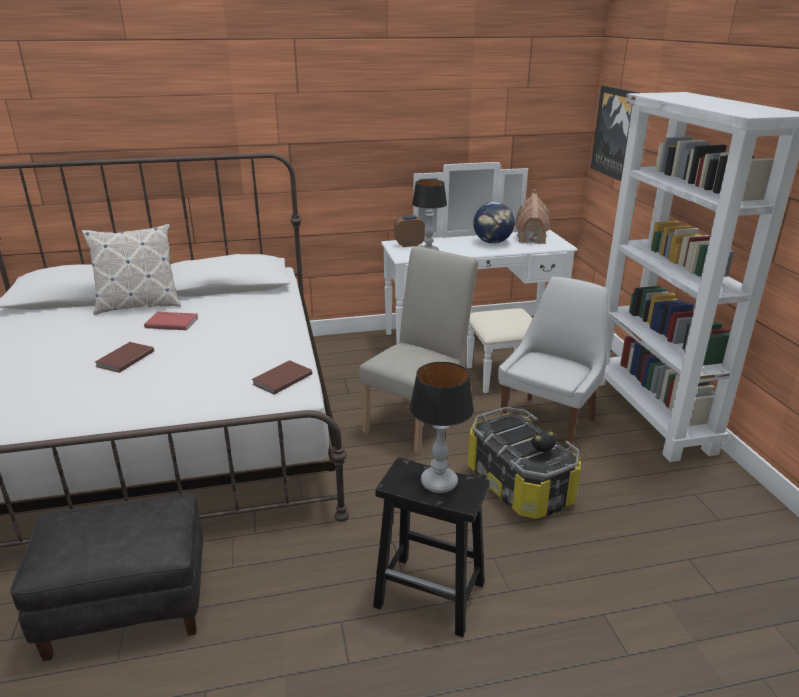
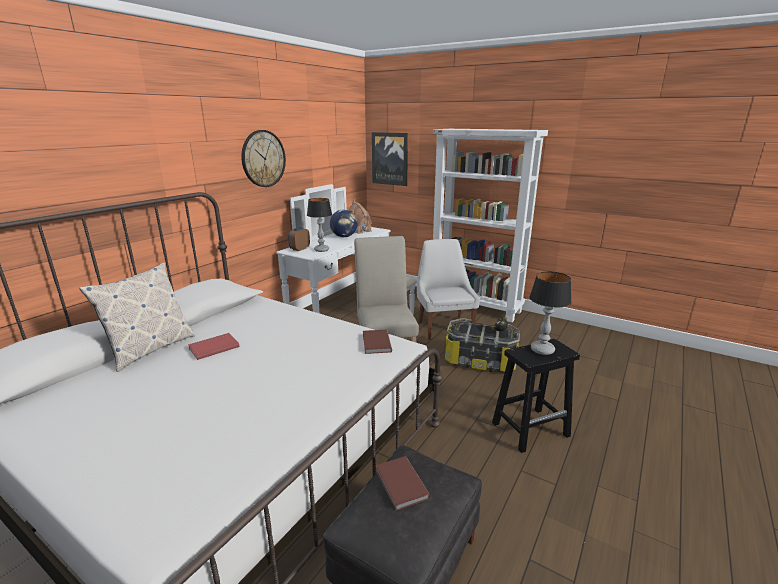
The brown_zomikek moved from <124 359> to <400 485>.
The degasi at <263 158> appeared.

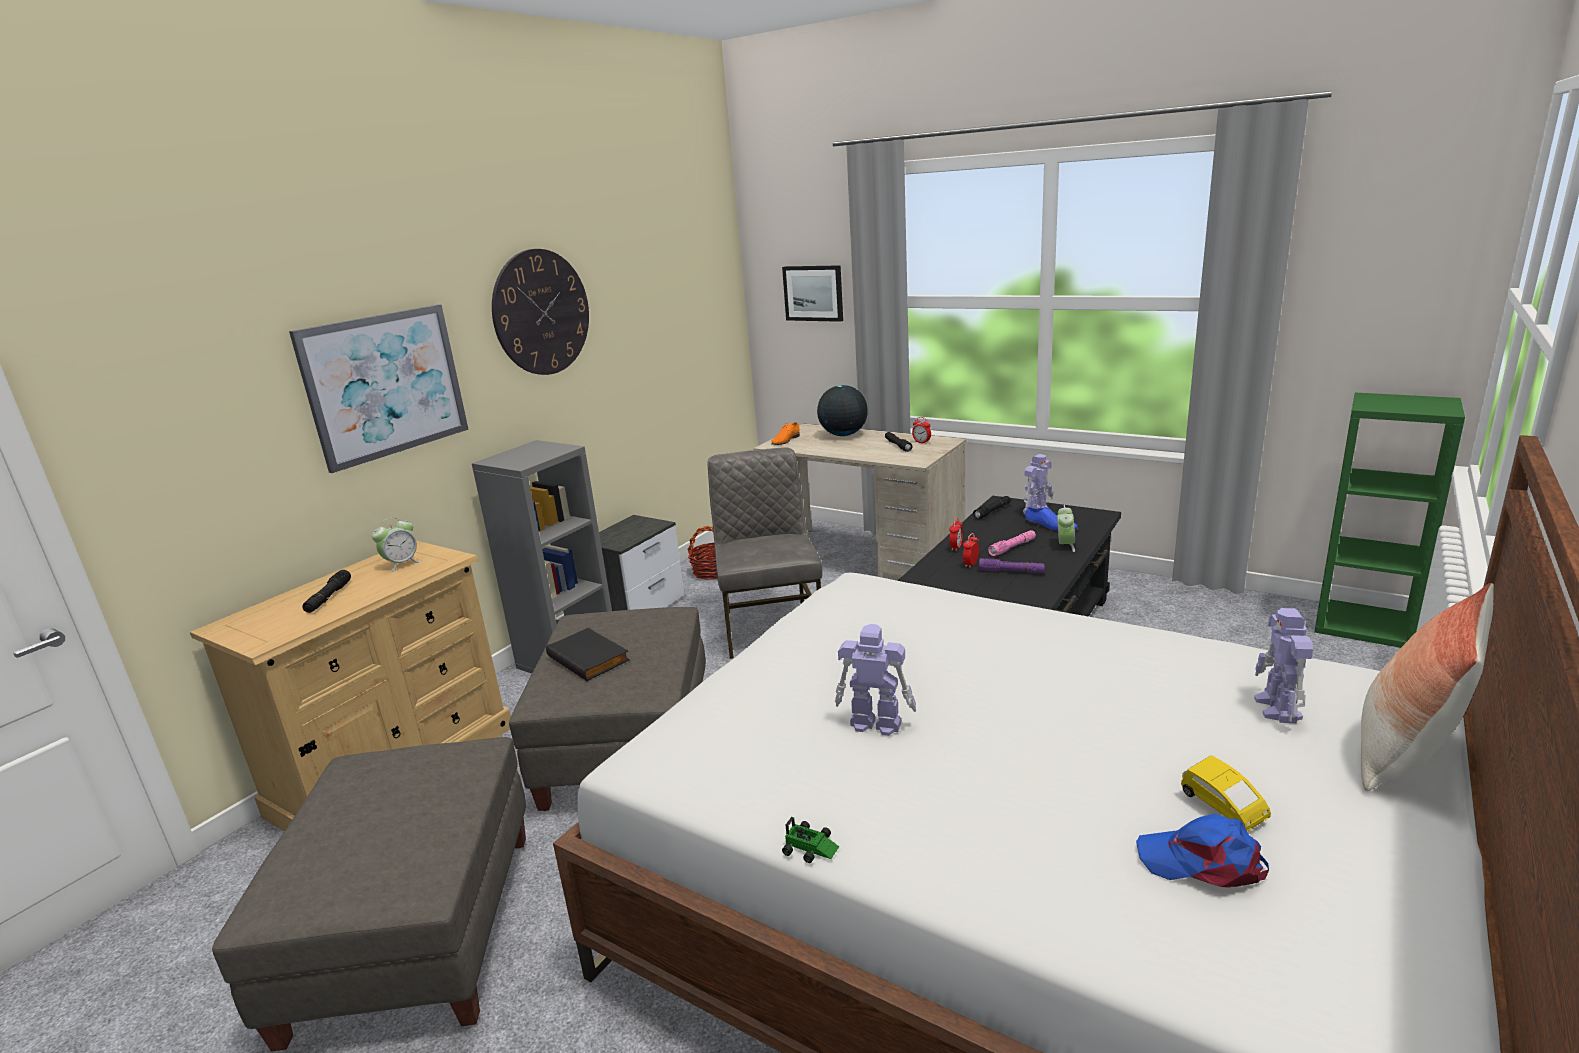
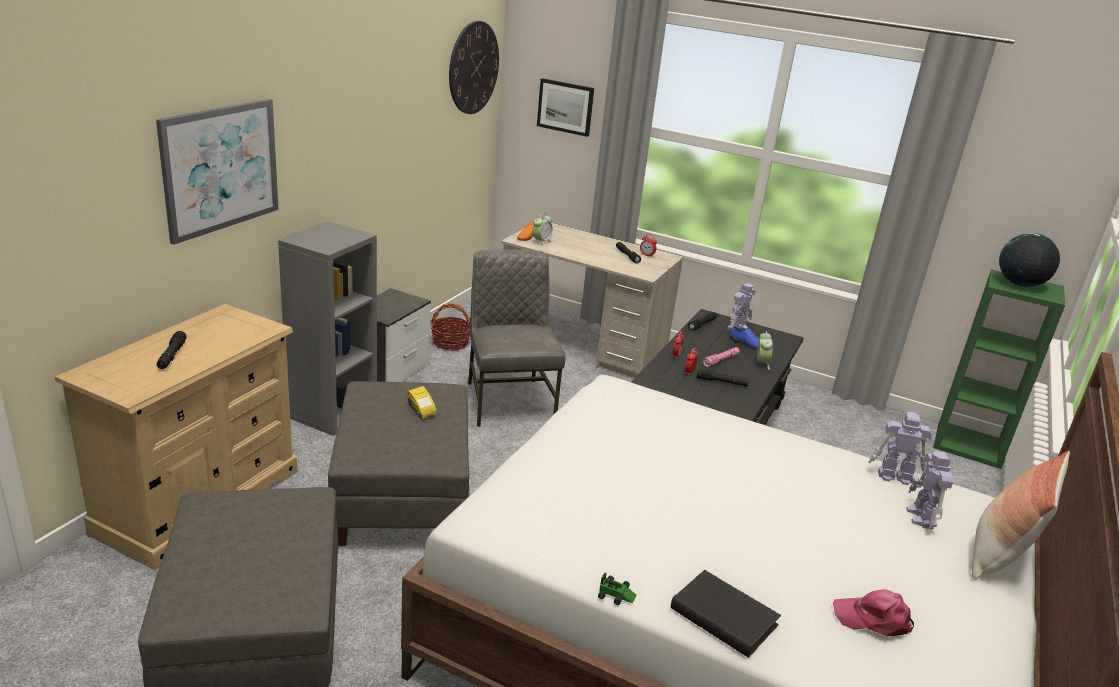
The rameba moved from <401 564> to <541 242>.
The degasi moved from <541 312> to <473 68>.
The black_zomikek moved from <590 658> to <725 616>.
The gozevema moved from <843 435> to <1020 284>.
The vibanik moved from <874 723> to <893 476>.
The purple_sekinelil at <1011 572> became the black_sekinelil at <721 382>.
The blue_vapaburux at <1203 862> became the pink_vapaburux at <873 619>.
The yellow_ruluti moved from <1221 808> to <421 410>.

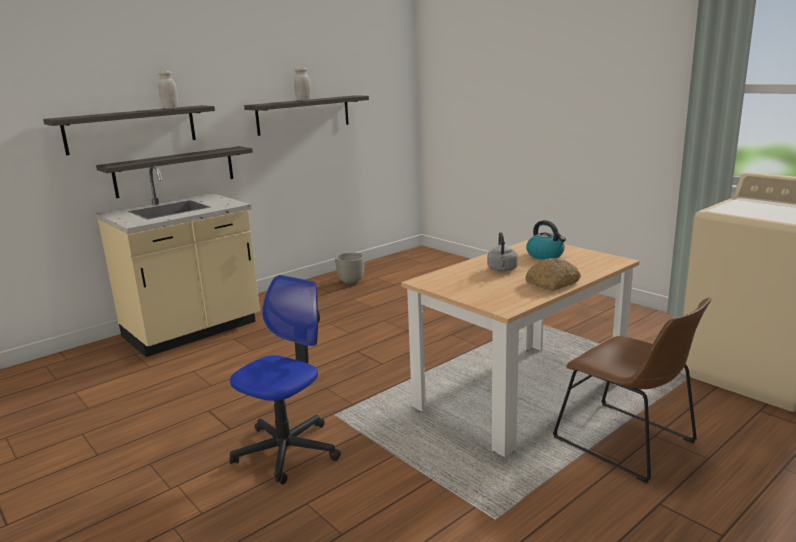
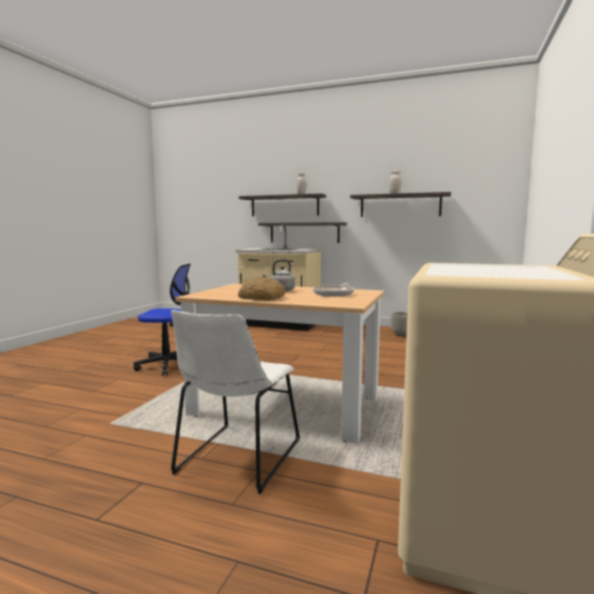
The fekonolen at <545 255> was replaced by the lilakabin at <334 294>.
The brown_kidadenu at <629 443> became the white_kidadenu at <236 459>.

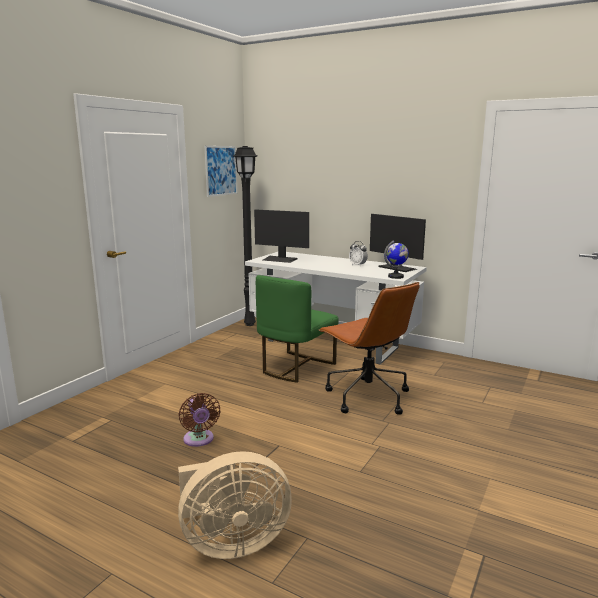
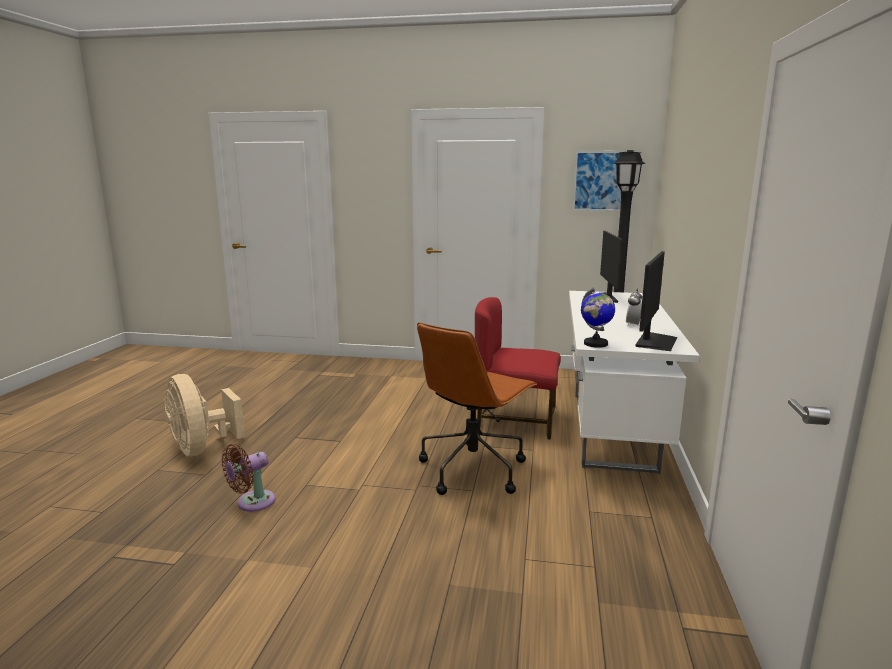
The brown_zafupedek moved from <199 440> to <252 503>.
The green_kidadenu at <295 367> became the red_kidadenu at <516 420>.

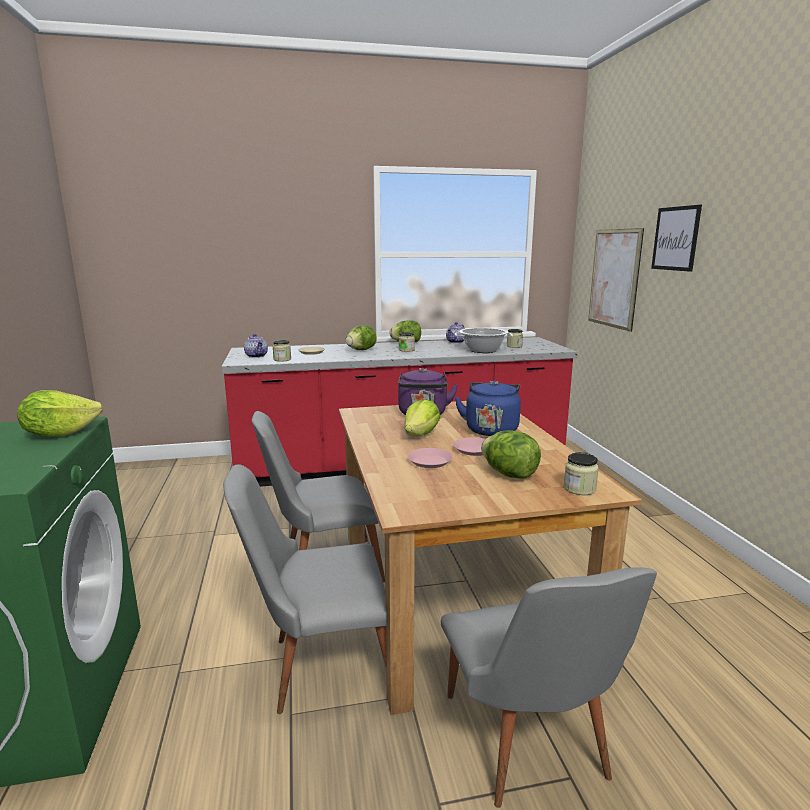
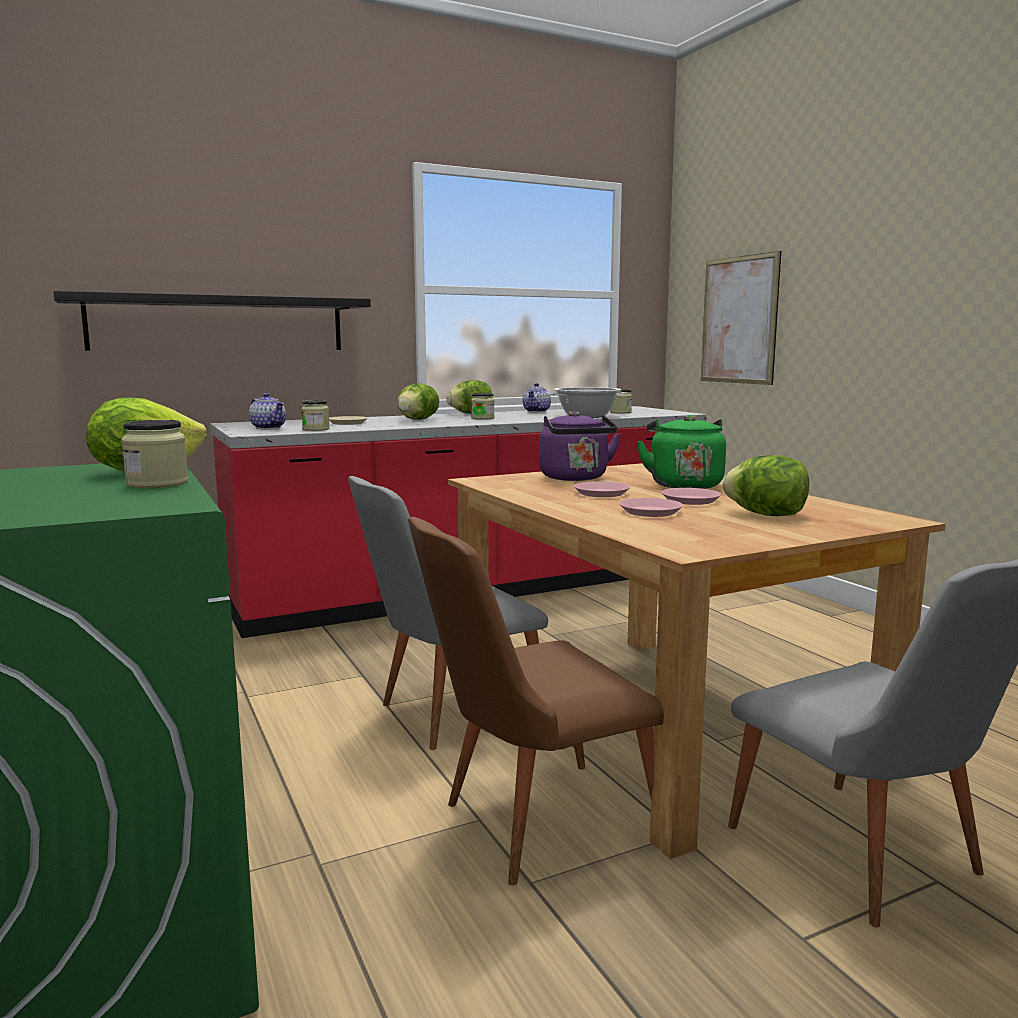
The grey_kidadenu at <319 666> became the brown_kidadenu at <530 823>.
The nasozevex at <421 435> was replaced by the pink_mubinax at <601 493>.
The blue_fekonolen at <491 429> became the green_fekonolen at <683 485>.
The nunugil moved from <579 489> to <157 483>.
The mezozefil at <675 238> disappeared.
The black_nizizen at <219 324> appeared.

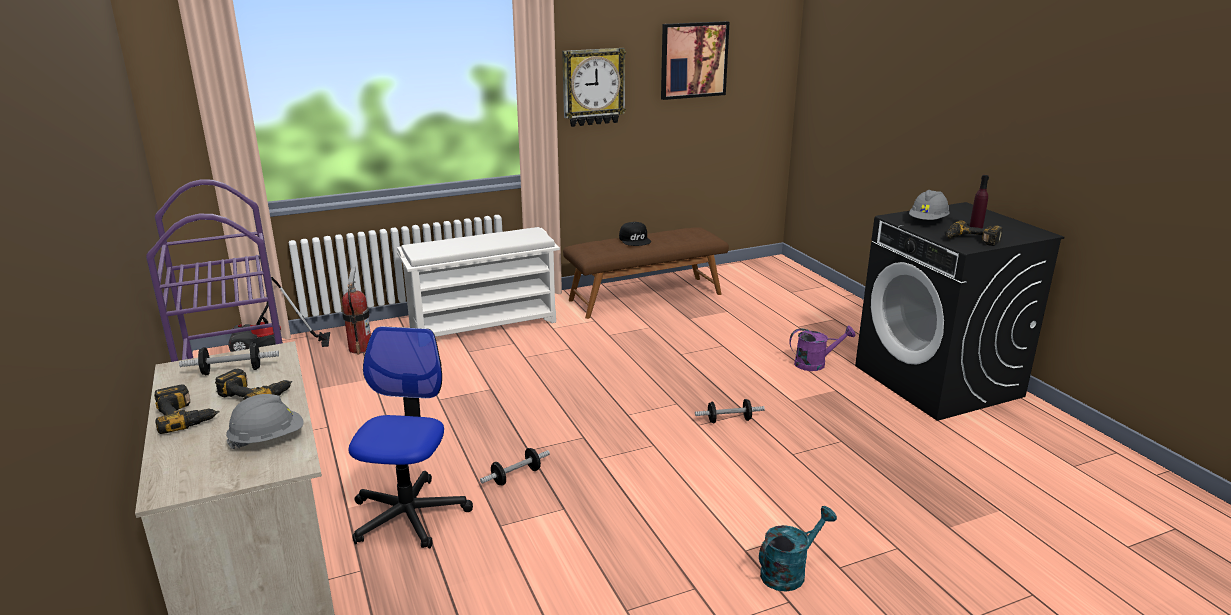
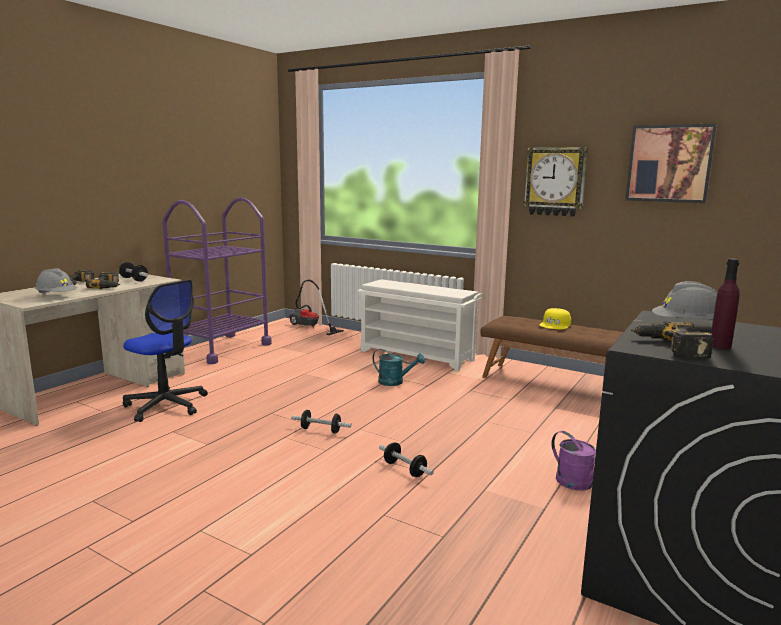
The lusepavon at <360 348> disappeared.
The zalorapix at <409 515> turned 60 degrees clockwise.
The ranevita moved from <516 476> to <321 430>.
The black_vapaburux at <635 240> became the yellow_vapaburux at <555 325>.
The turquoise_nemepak moved from <789 572> to <395 382>.

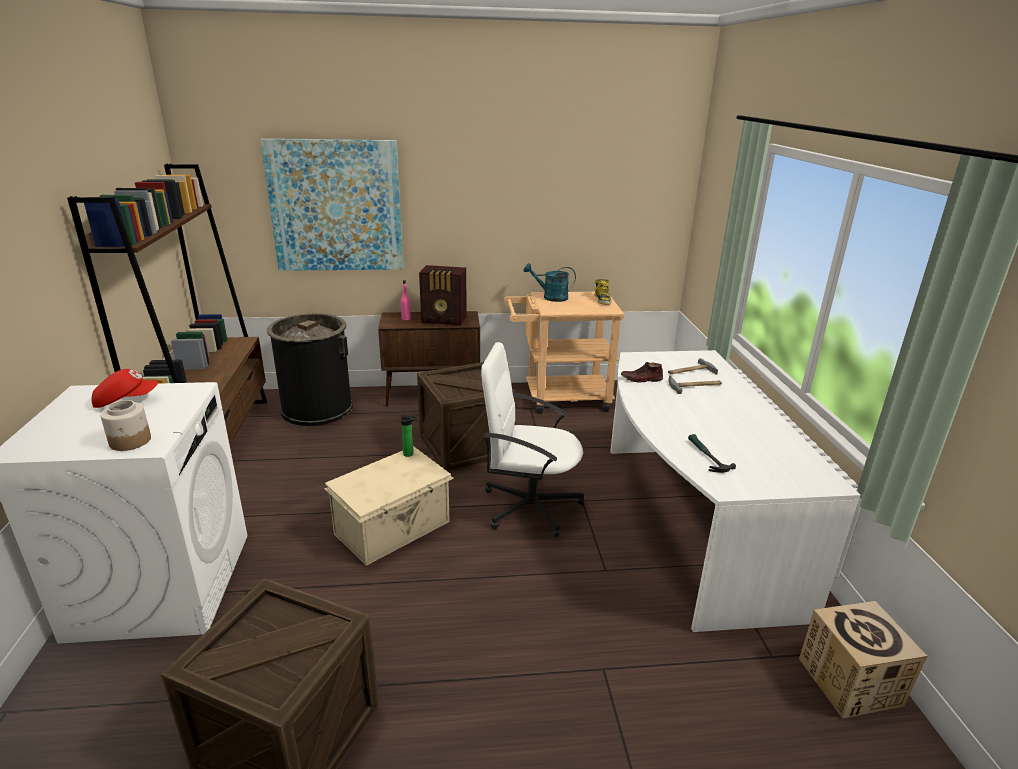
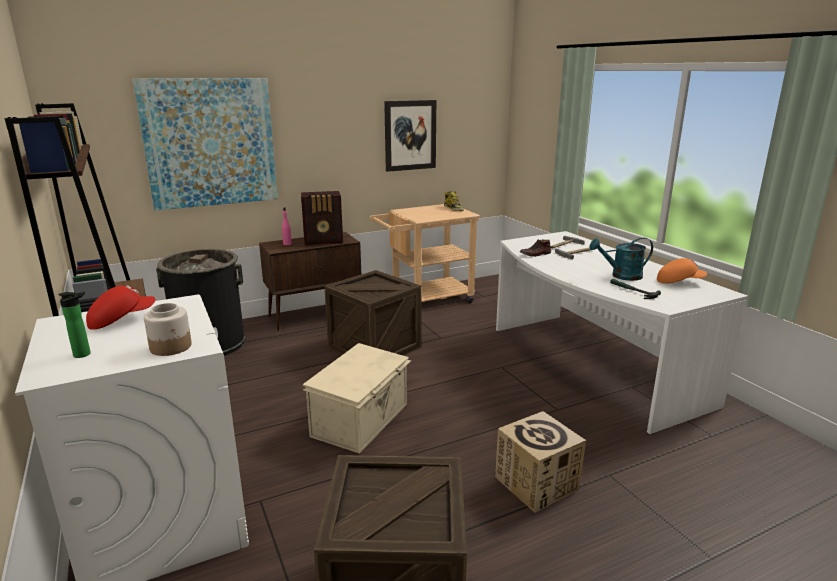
The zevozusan moved from <410 454> to <85 354>.
The white_zalorapix at <529 506> disappeared.
The turquoise_nemepak moved from <550 297> to <621 276>.
The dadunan moved from <850 682> to <536 484>.
The mezozefil at <410 135> appeared.
The orange_vapaburux at <679 282> appeared.

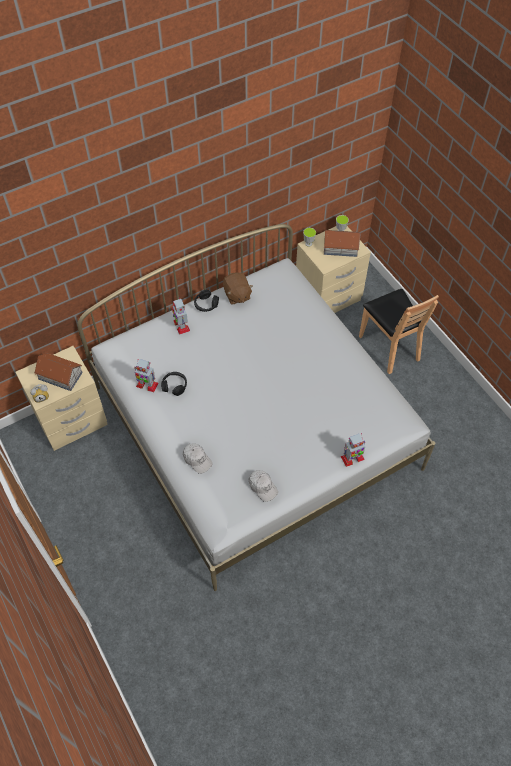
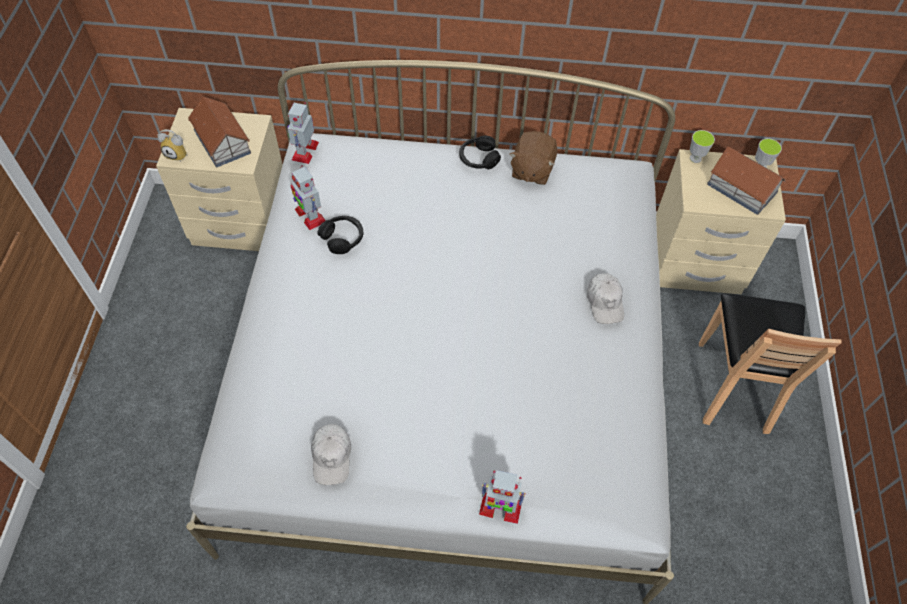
The vibanik moved from <181 325> to <305 151>.
The white_vapaburux moved from <197 459> to <605 302>.

